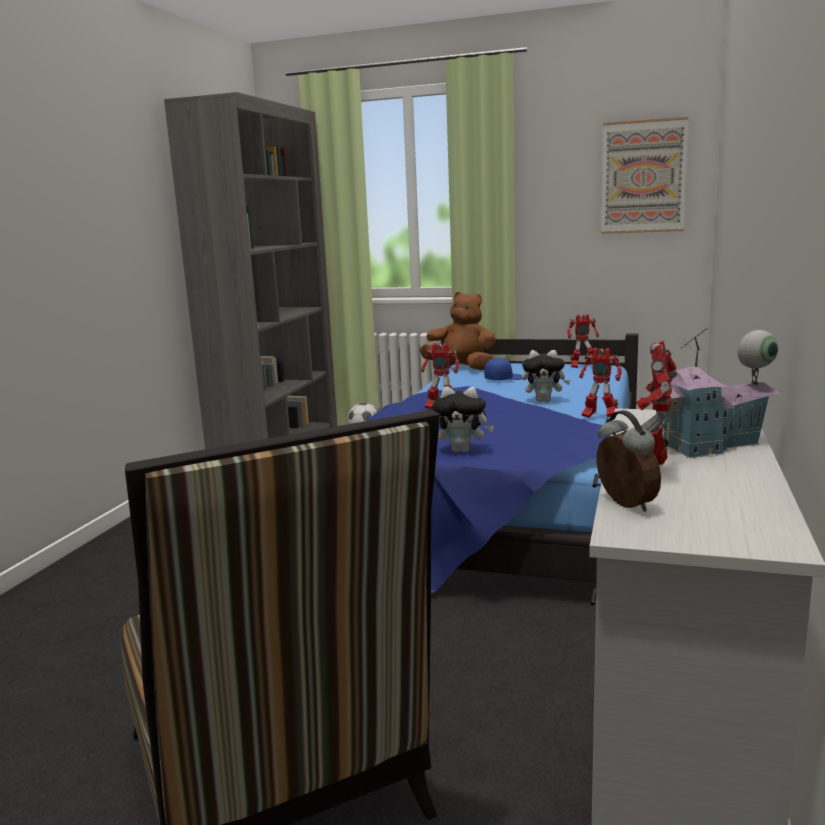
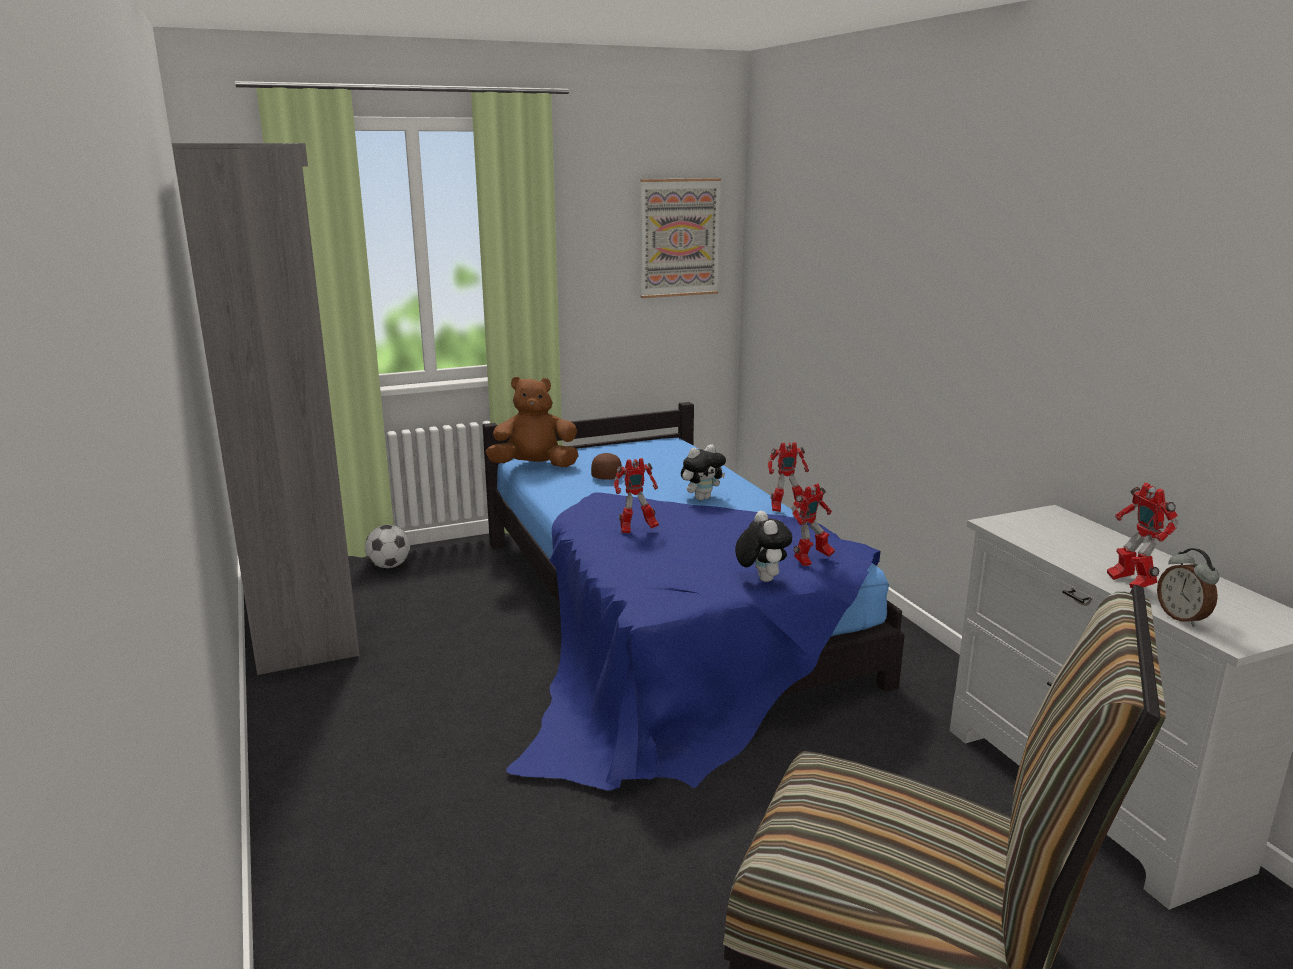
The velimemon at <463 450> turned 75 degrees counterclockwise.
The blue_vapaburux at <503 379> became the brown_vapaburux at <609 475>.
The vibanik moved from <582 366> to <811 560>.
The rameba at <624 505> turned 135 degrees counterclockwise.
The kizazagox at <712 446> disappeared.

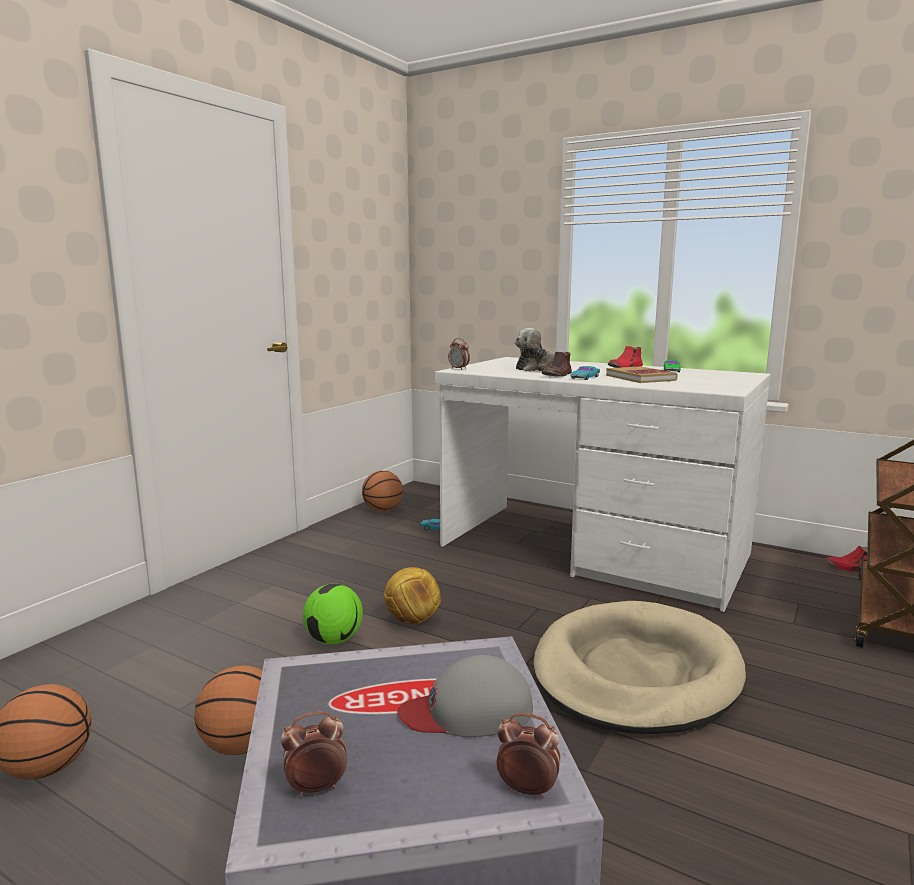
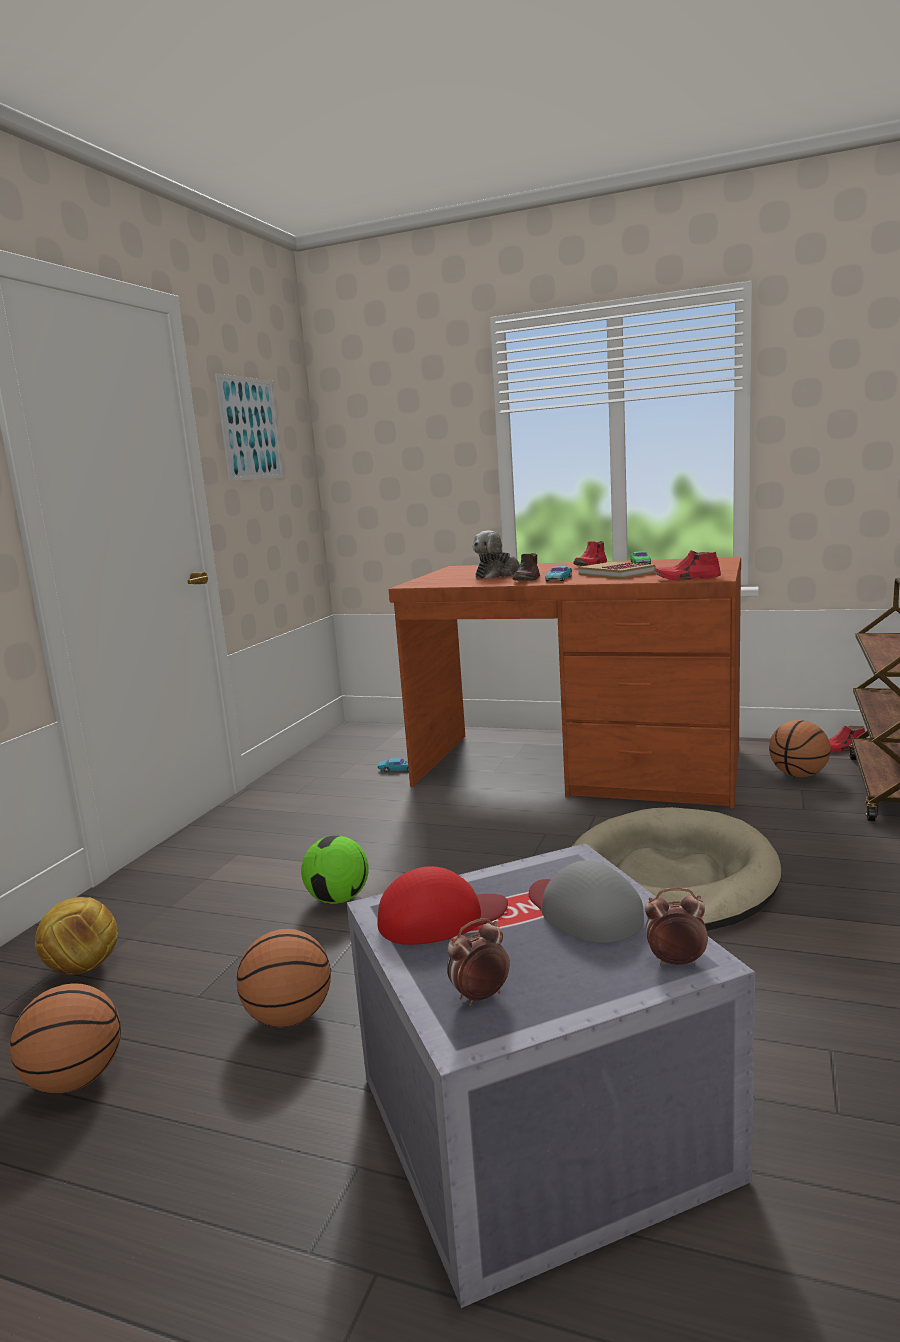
The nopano moved from <383 510> to <798 775>.
The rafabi moved from <412 620> to <82 968>.
The grey_vapaburux at <468 710> turned 75 degrees clockwise.
The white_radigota at <593 550> became the brown_radigota at <578 768>.
The rameba at <459 369> disappeared.
The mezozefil at <250 429> appeared.
The red_vapaburux at <441 918> appeared.
The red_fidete at <686 578> appeared.

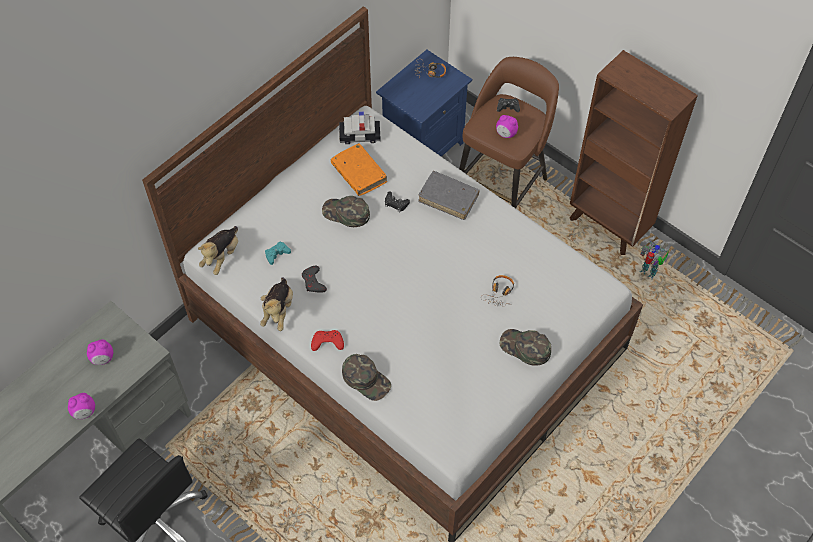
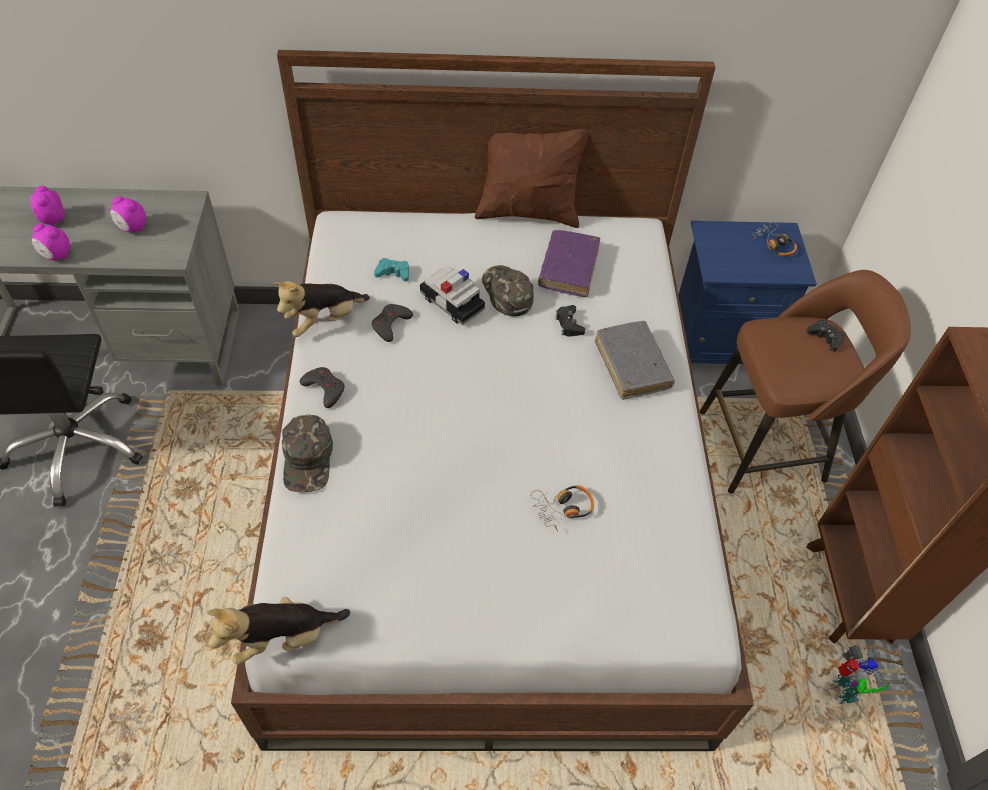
The velimemon moved from <221 256> to <283 638>.
The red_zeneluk at <327 342> became the grey_zeneluk at <324 389>.
The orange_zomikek at <359 173> became the purple_zomikek at <568 269>.
The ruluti moved from <359 135> to <451 303>.
The rameba moved from <506 134> to <53 220>.
The green_vapaburux at <525 348> disappeared.
The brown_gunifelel at <528 212> appeared.

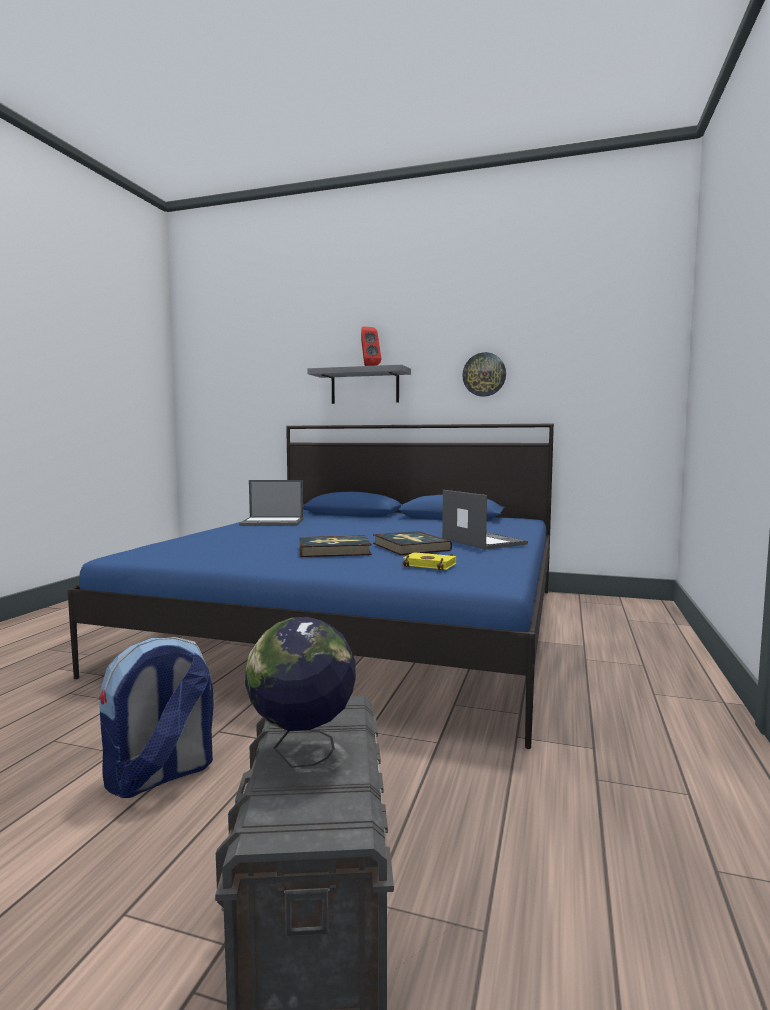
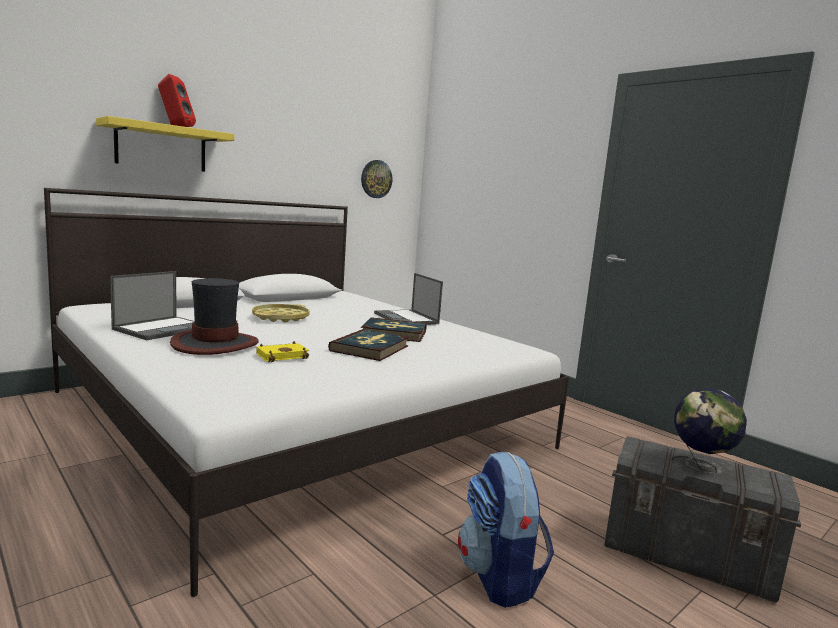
The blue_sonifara at <363 626> became the white_sonifara at <298 418>.
The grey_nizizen at <365 386> became the yellow_nizizen at <161 147>.
The yellow_zomikek moved from <431 565> to <283 356>.
The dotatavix at <482 541> turned 120 degrees counterclockwise.
The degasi moved from <484 374> to <376 179>.
The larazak at <215 344> appeared.
The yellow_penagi at <281 317> appeared.

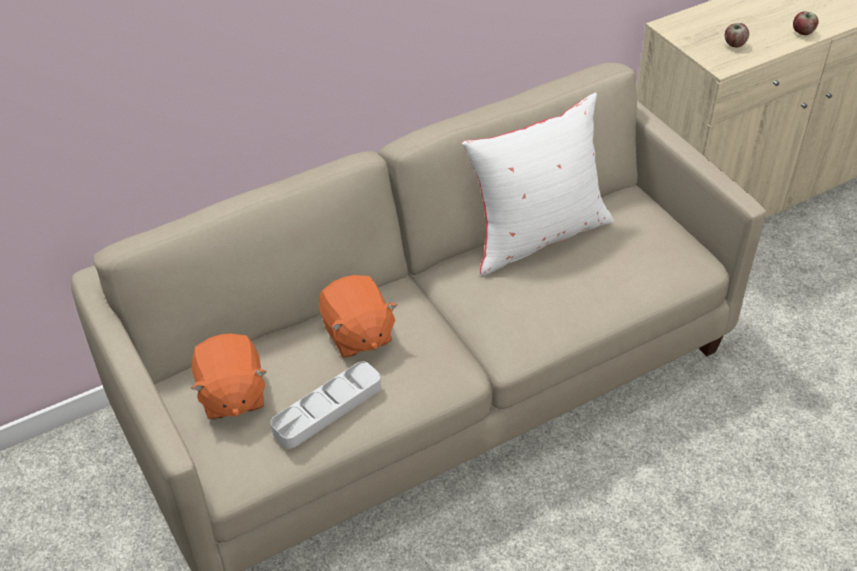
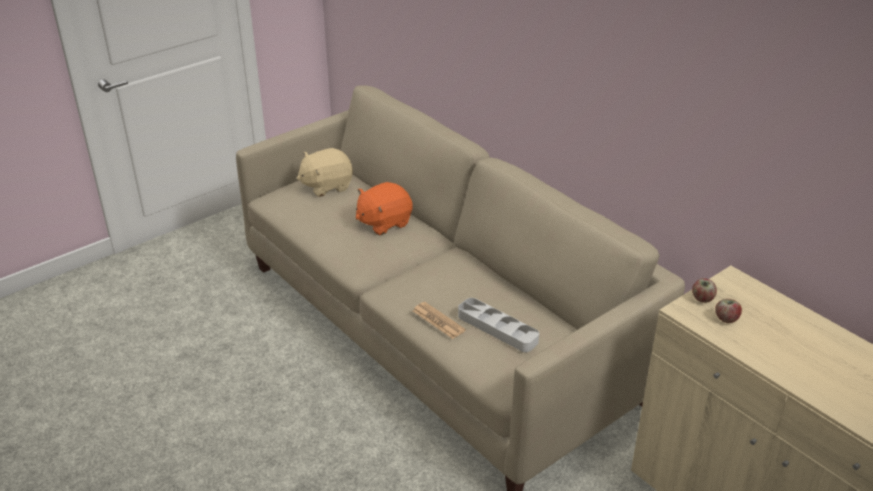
The orange_velimemon at <231 395> became the beige_velimemon at <326 186>.
The grey_penagi moved from <327 408> to <497 328>.
The white_gunifelel at <536 235> disappeared.
The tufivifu moved from <803 32> to <702 299>.
The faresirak at <438 321> appeared.

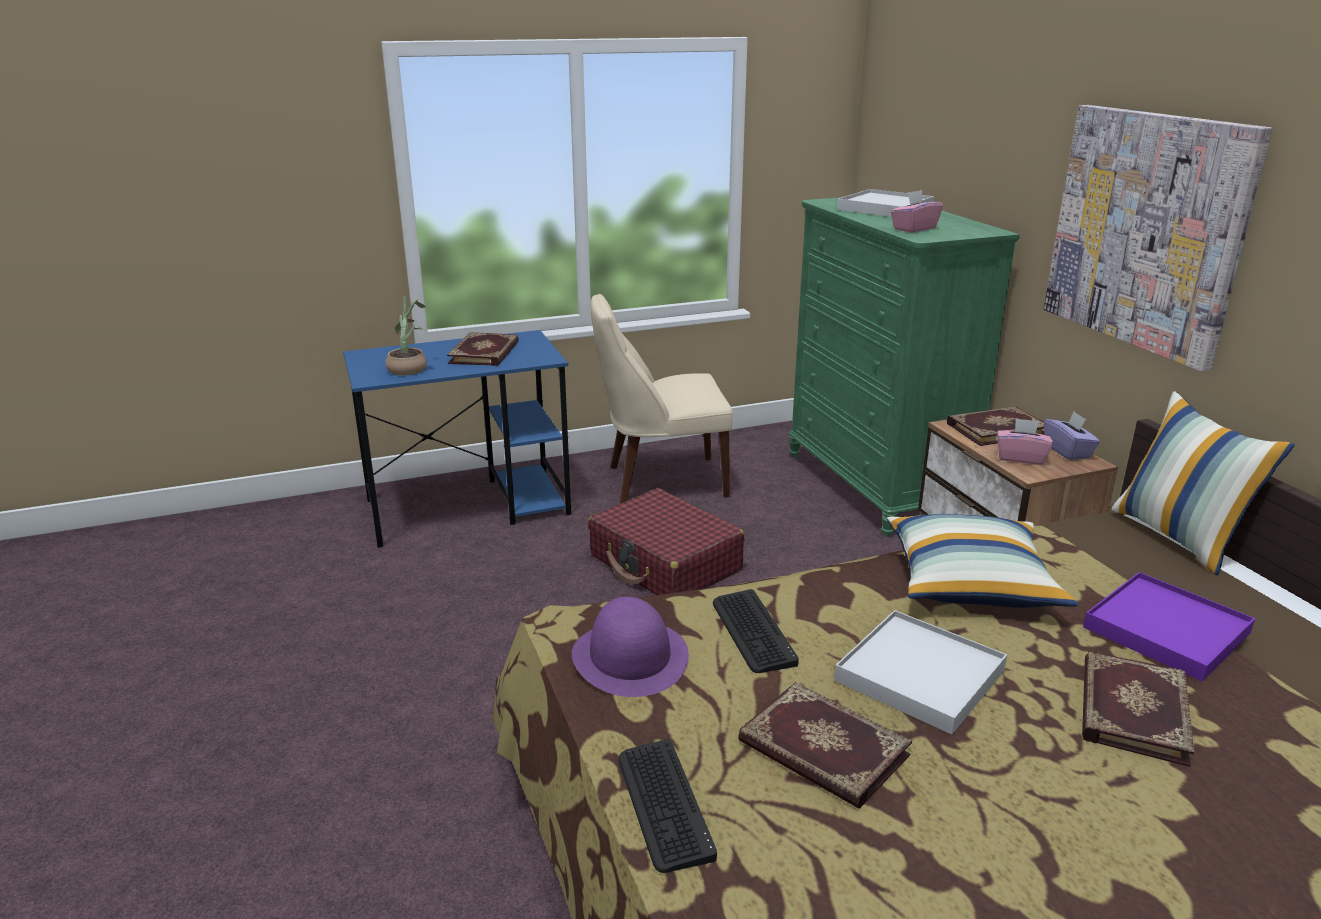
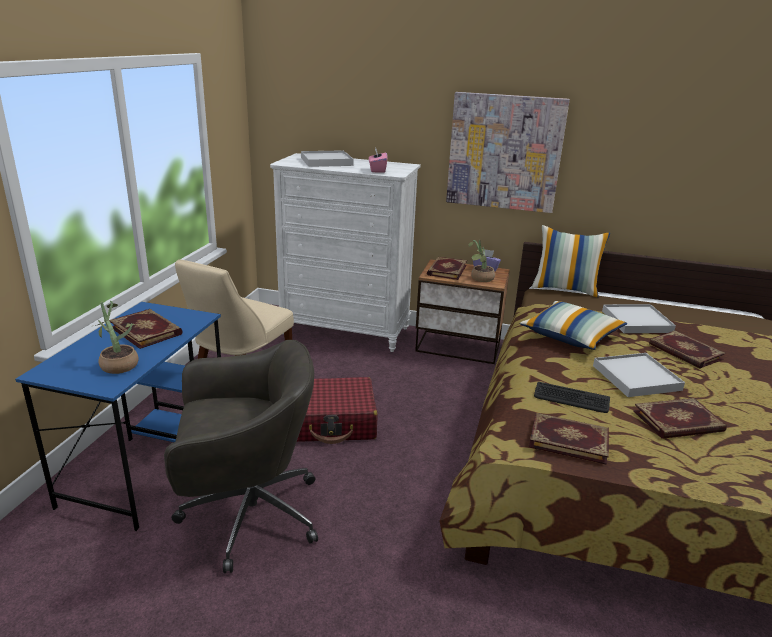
The purple_larazak at <630 657> was replaced by the zomikek at <568 439>.
The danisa at <663 804> disappeared.
The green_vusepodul at <874 486> became the white_vusepodul at <345 330>.
The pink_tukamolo at <1020 458> was replaced by the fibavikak at <480 279>.
The purple_penagi at <1166 630> became the white_penagi at <637 321>.
The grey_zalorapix at <247 515> appeared.

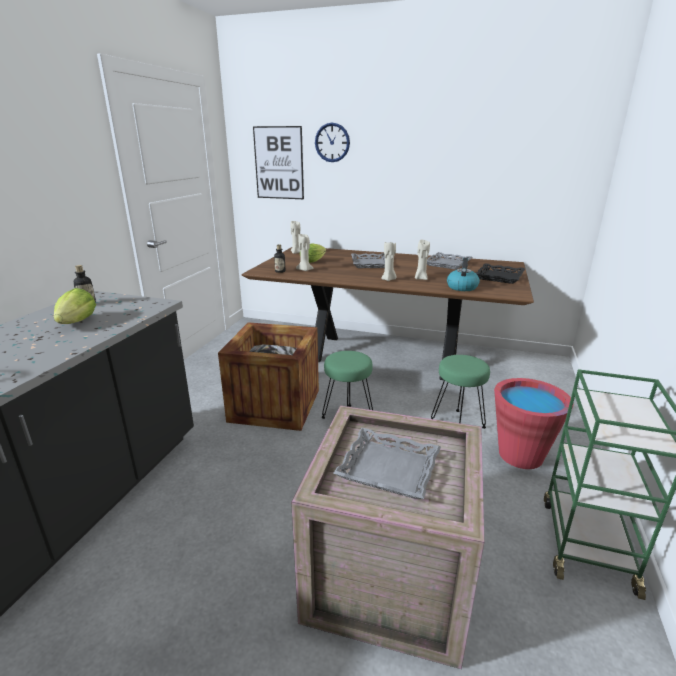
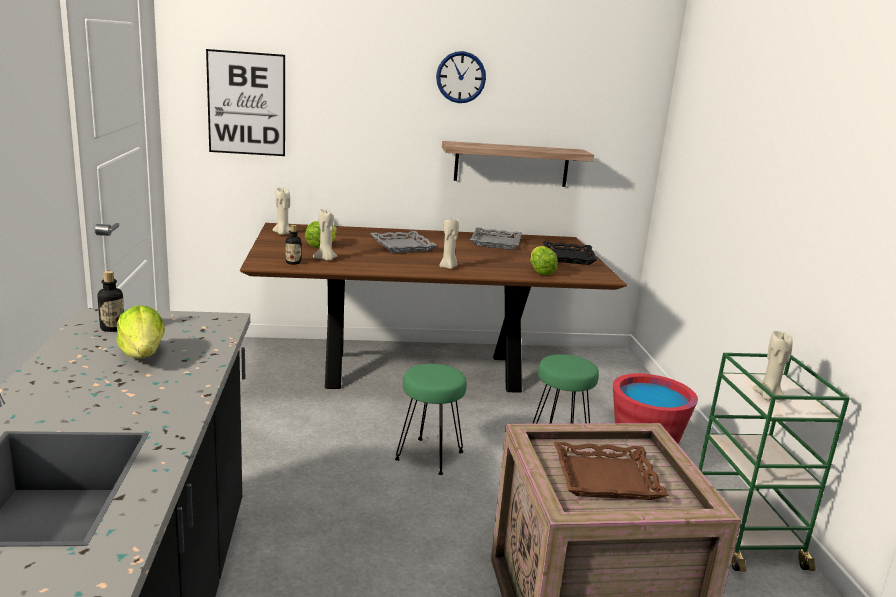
The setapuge at <275 405> disappeared.
The degasi moved from <332 142> to <461 77>.
The grey_penagi at <388 469> became the brown_penagi at <606 479>.
The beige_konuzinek moved from <420 279> to <768 397>.
The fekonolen at <462 287> was replaced by the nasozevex at <540 272>.
The nizizen at <511 164> appeared.

